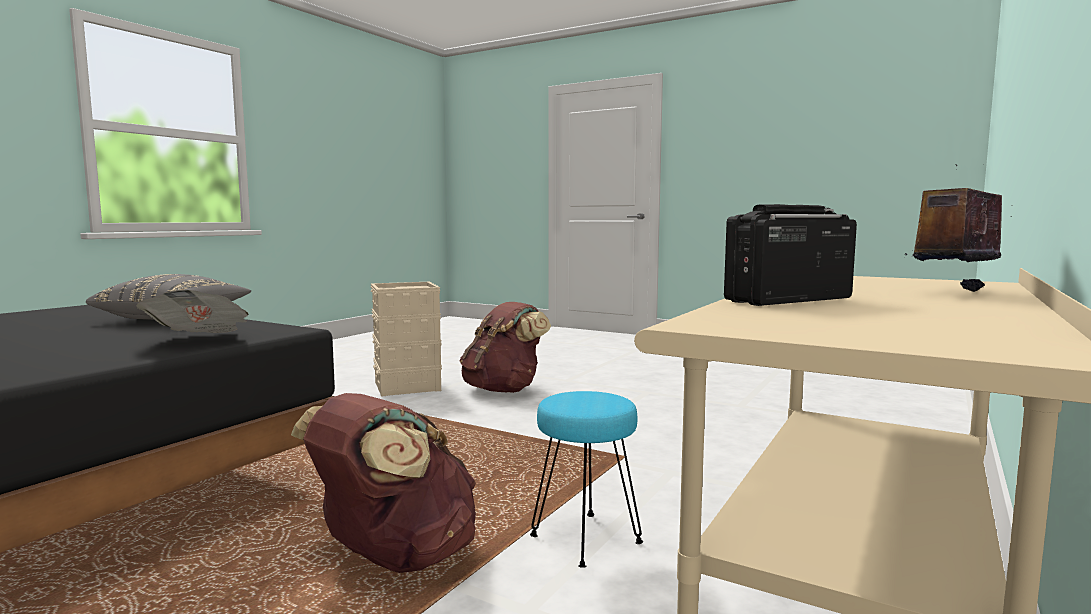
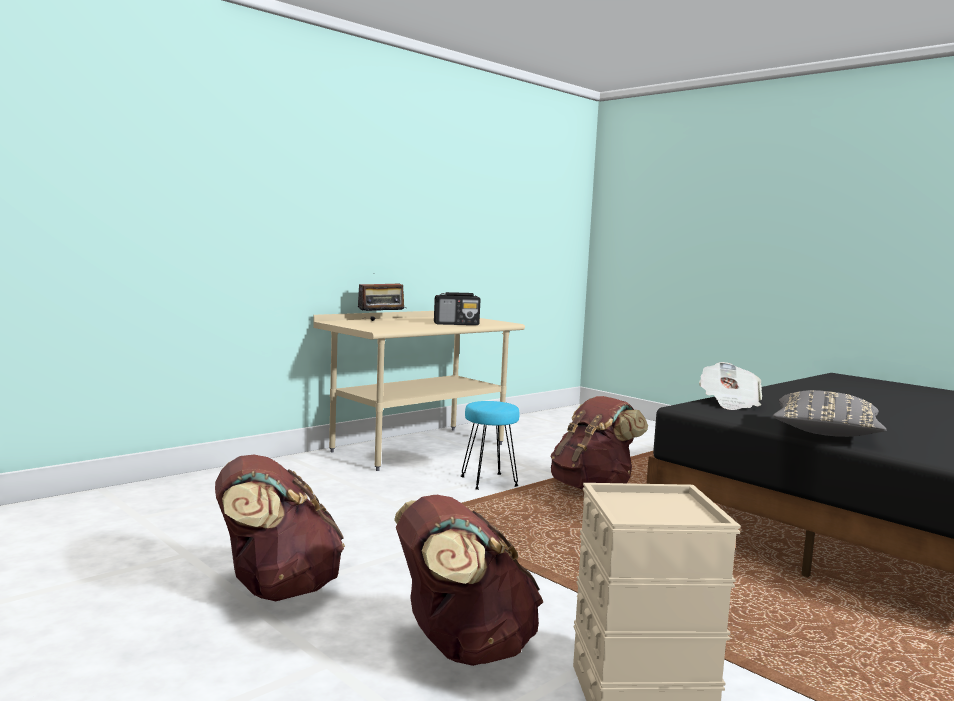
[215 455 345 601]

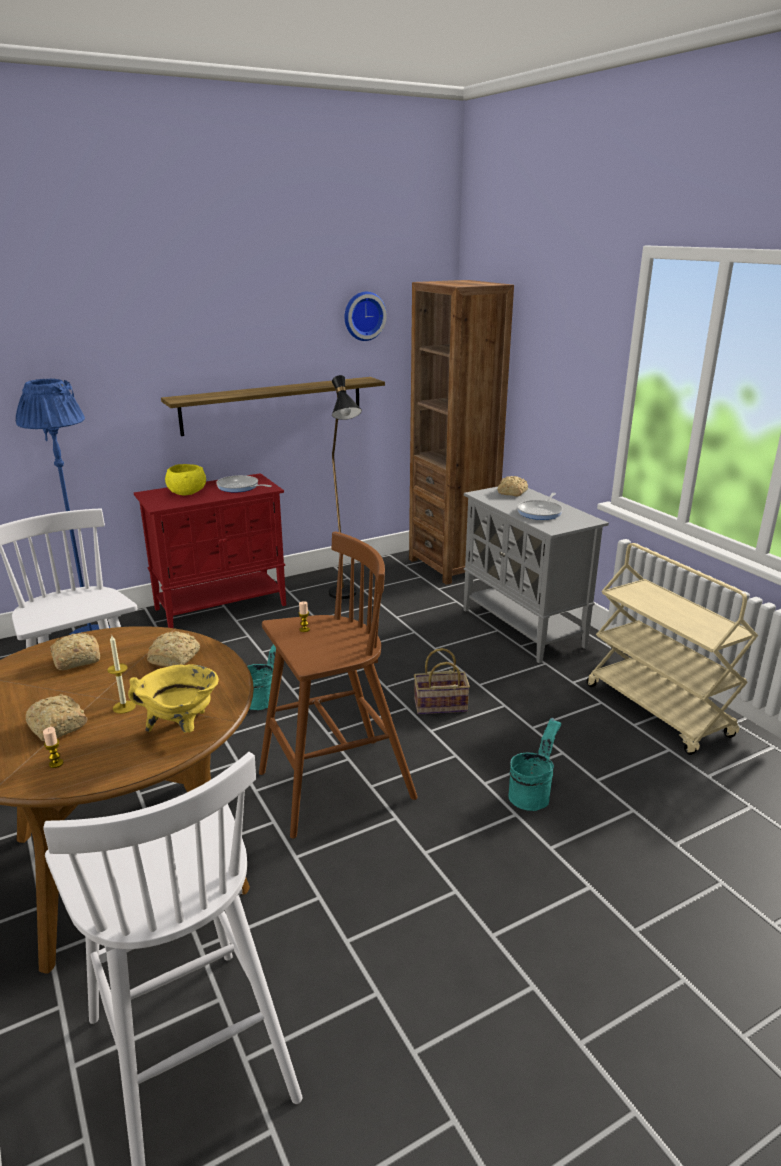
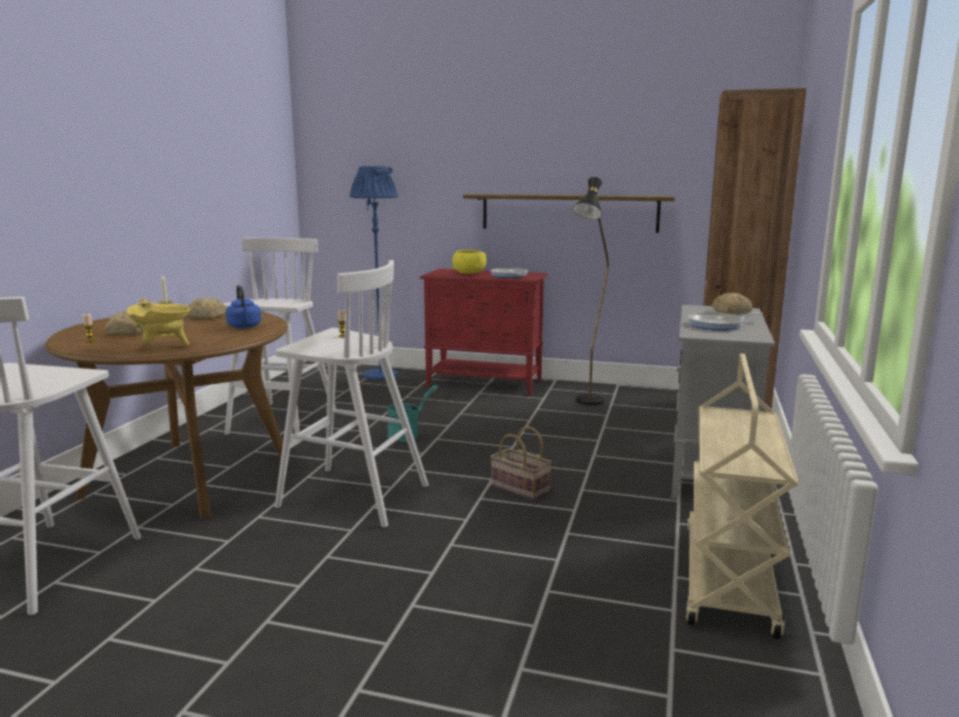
[345 292 387 341] (first image)
[275 260 429 528]
[226 285 261 328]
[508 718 561 811] (first image)

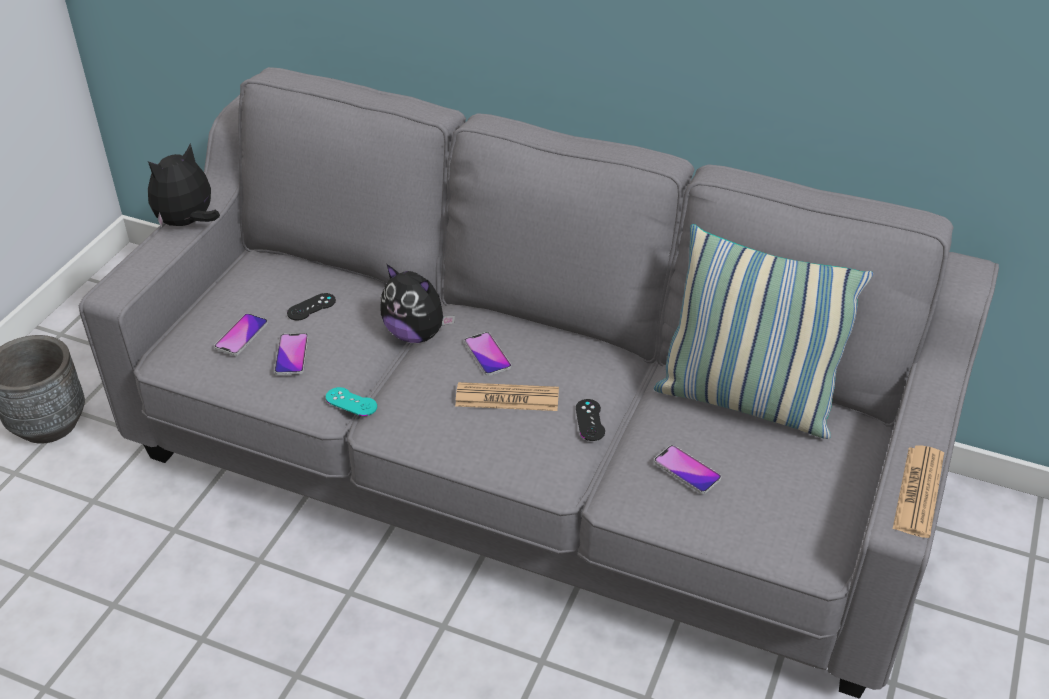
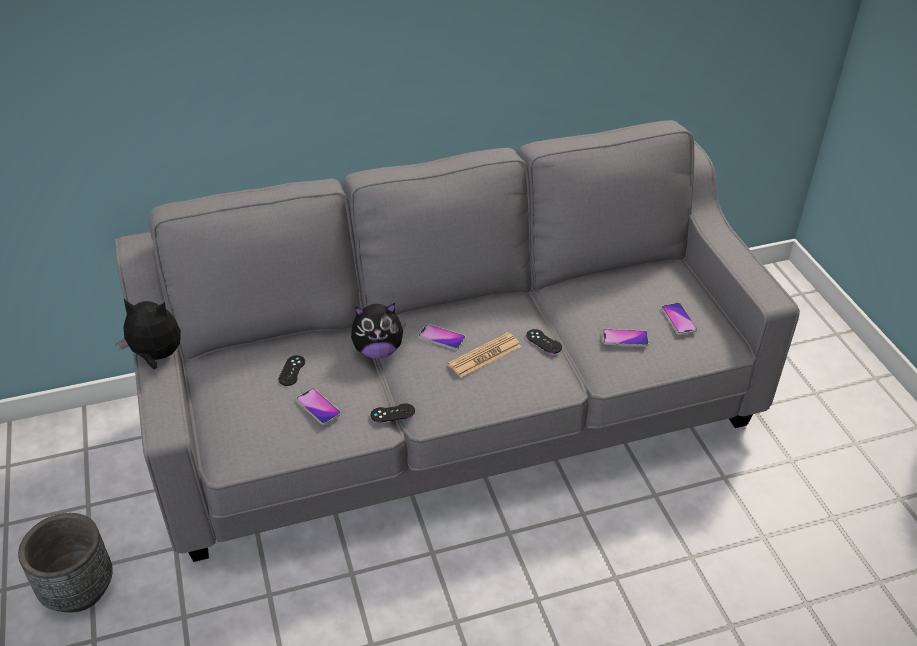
[116 299 181 369]
[654 224 873 439] (first image)
[661 303 697 335]
[371 403 415 422]
[893 445 944 538] (first image)

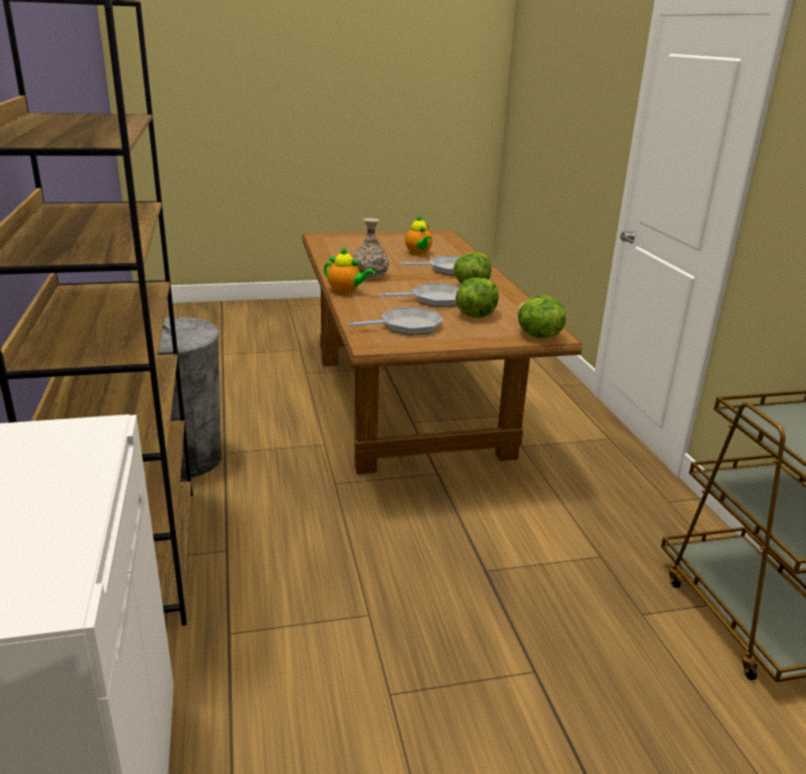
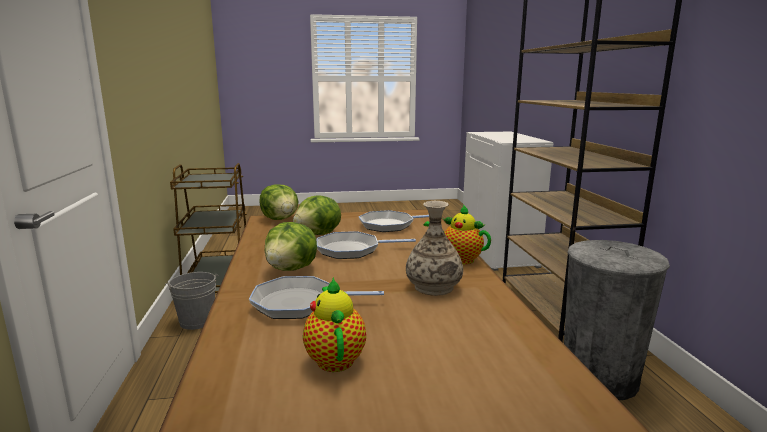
[165 272 219 330]

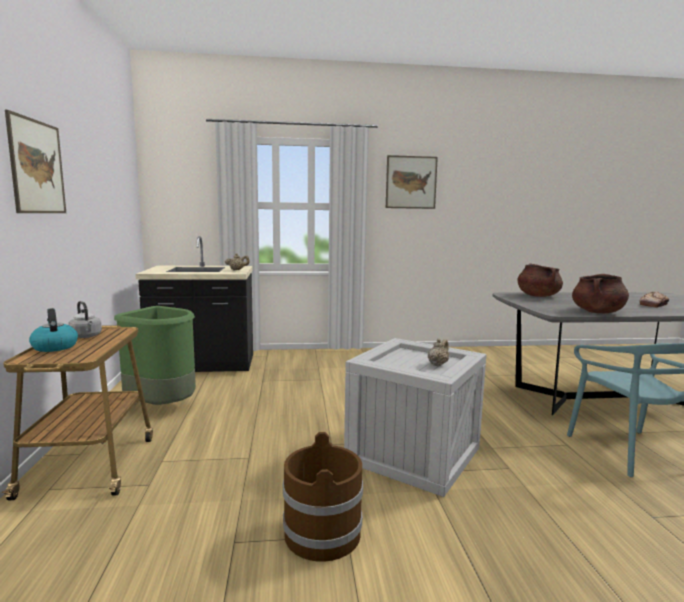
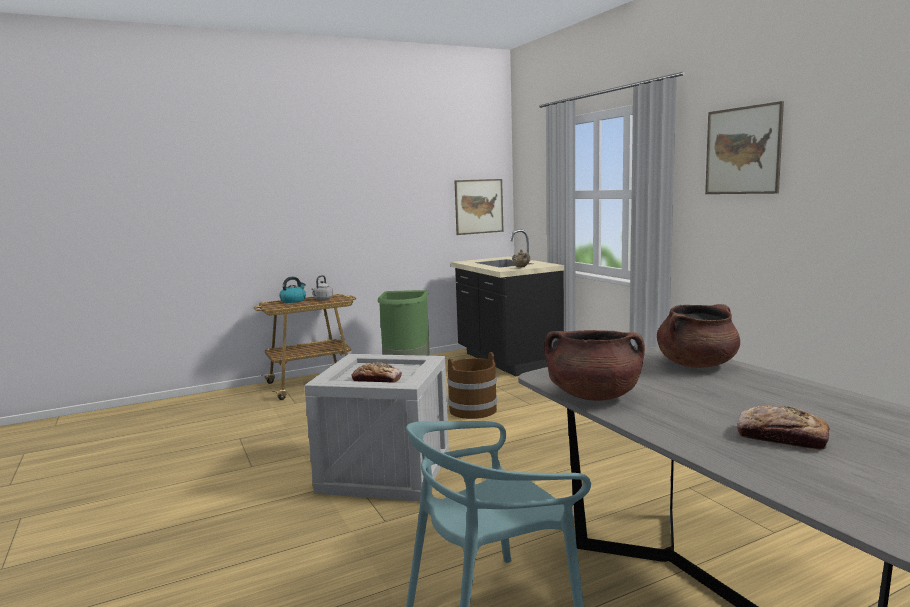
[454 179 504 235]
[351 362 402 383]
[447 352 497 419]

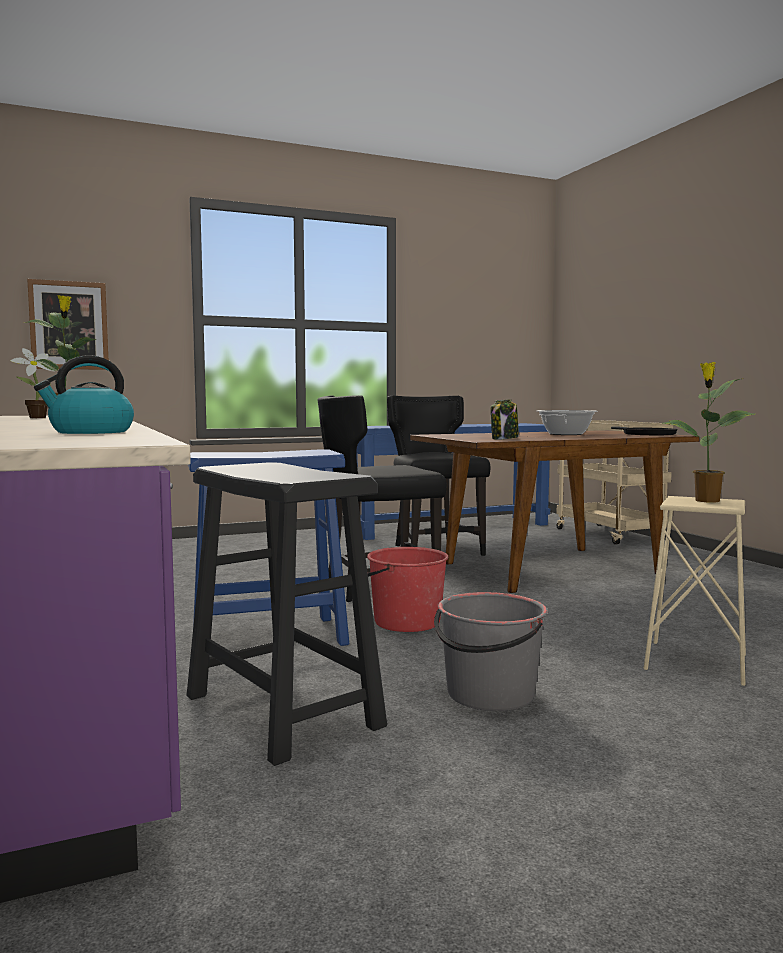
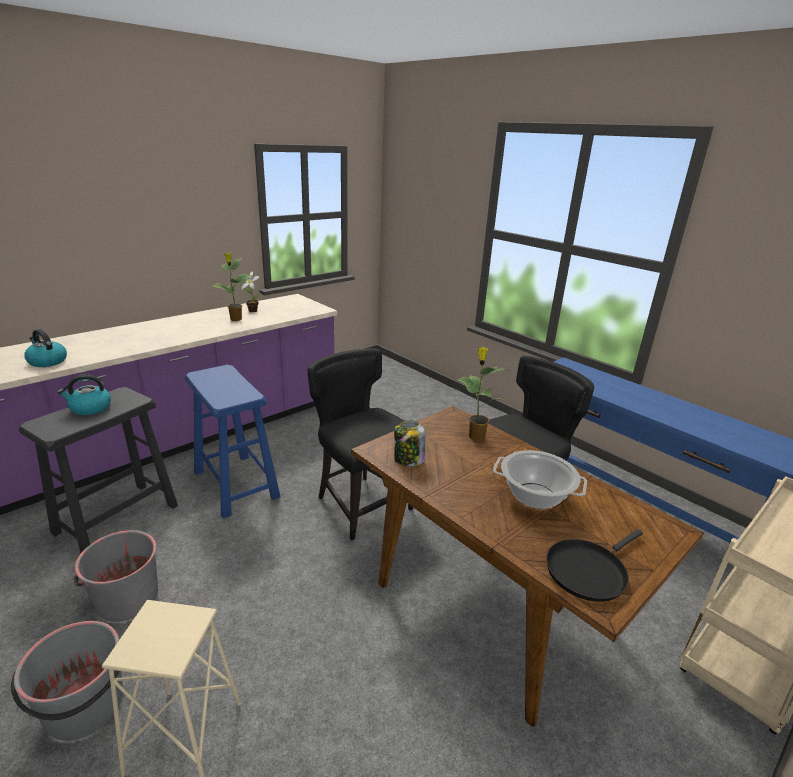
[27 279 108 370] (first image)
[457 347 509 441]
[367 547 448 632] (first image)
[58 374 111 415]
[11 621 123 741]

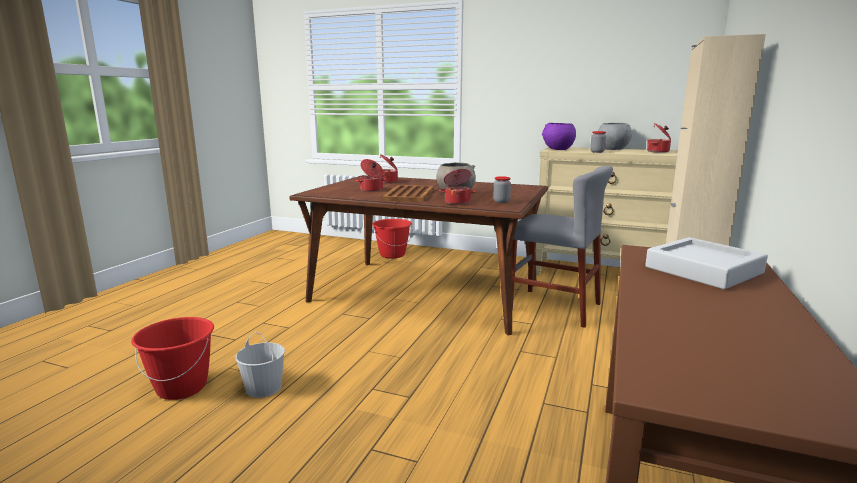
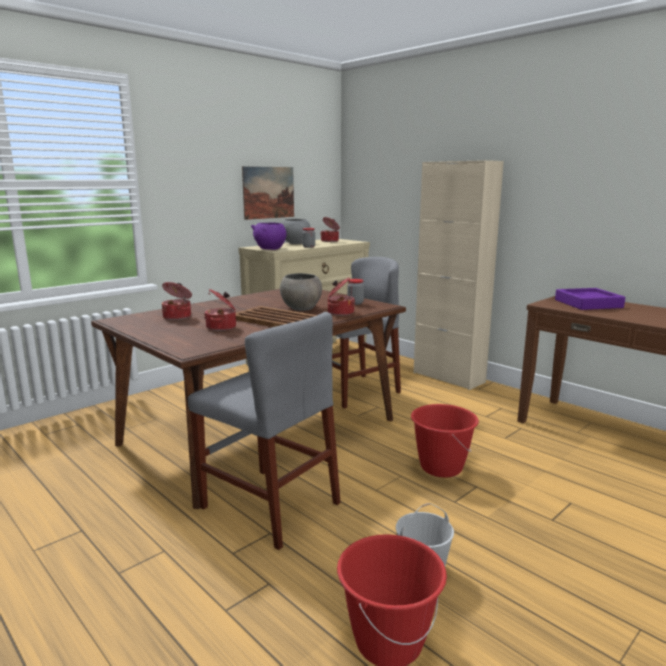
[411 404 479 478]
[555 288 625 310]
[242 166 294 220]
[188 312 341 550]

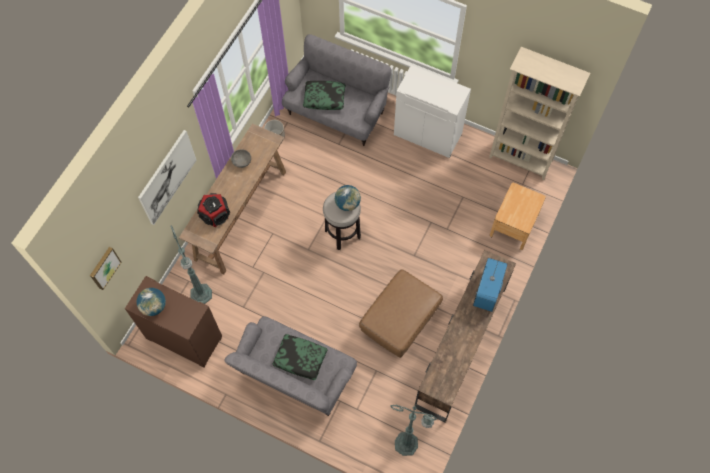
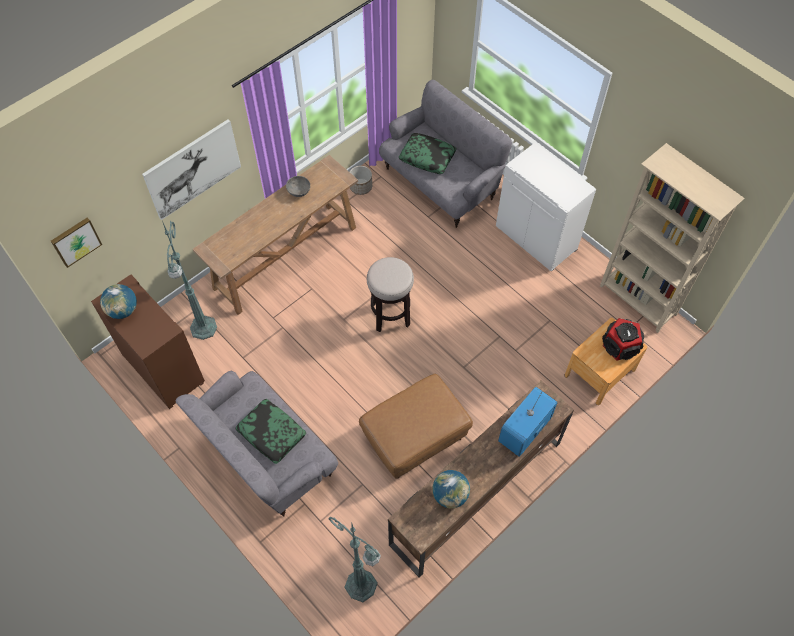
[432 470 470 508]
[602 318 644 361]

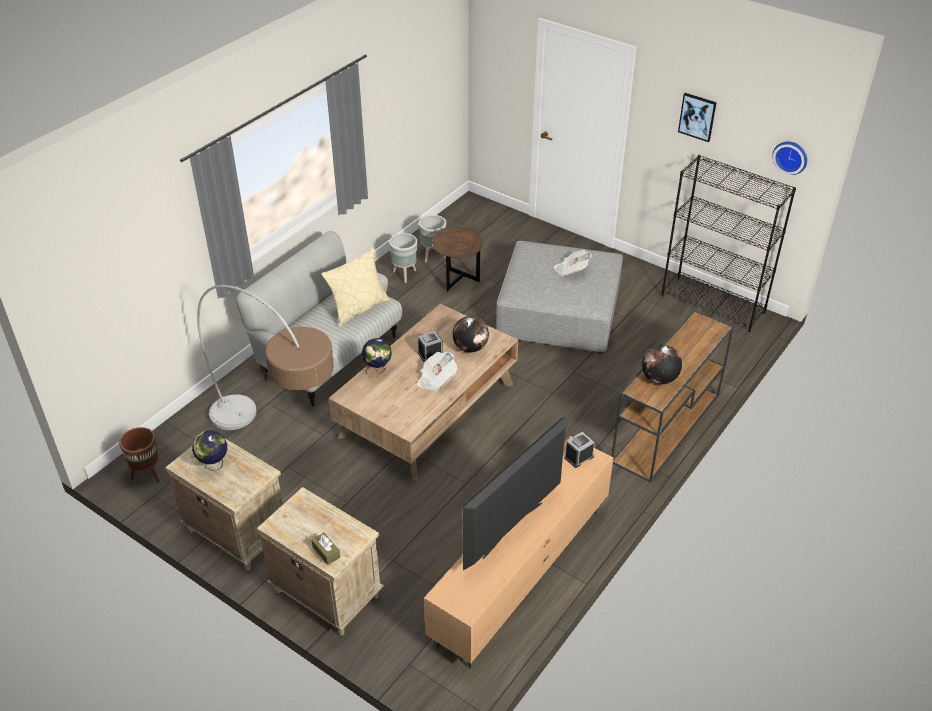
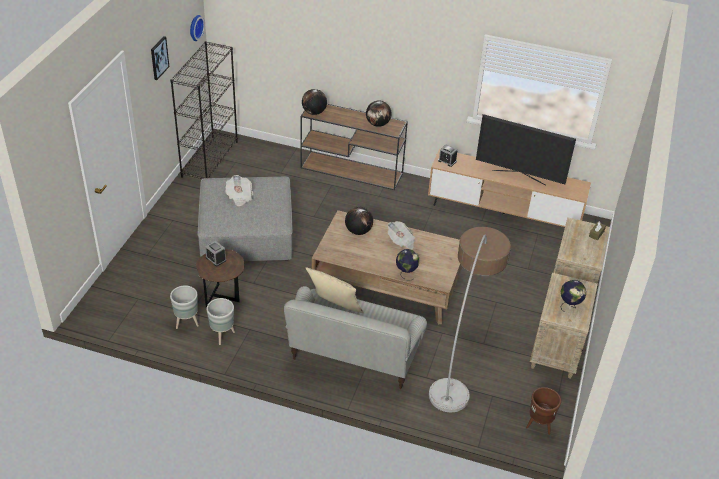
[205 241 226 267]
[302 89 327 115]

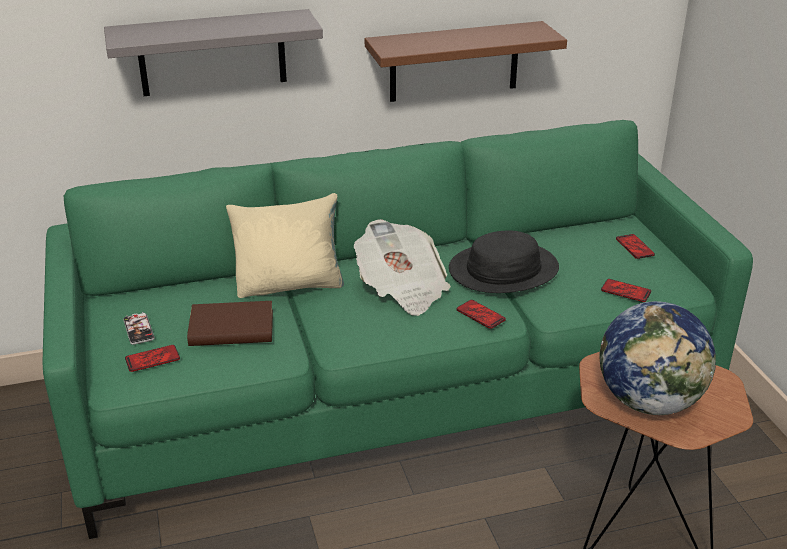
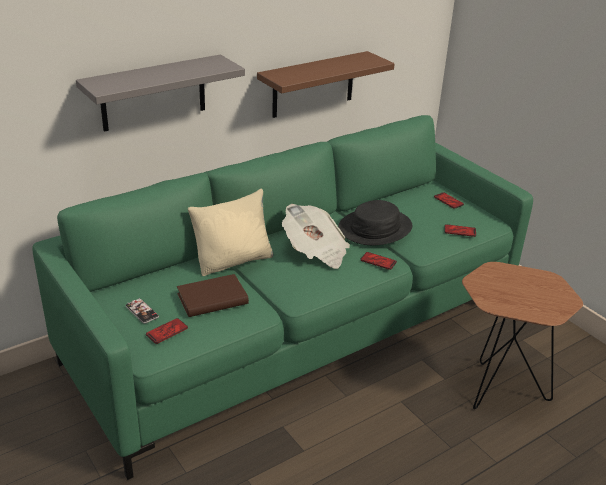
[599 301 716 415] (first image)

